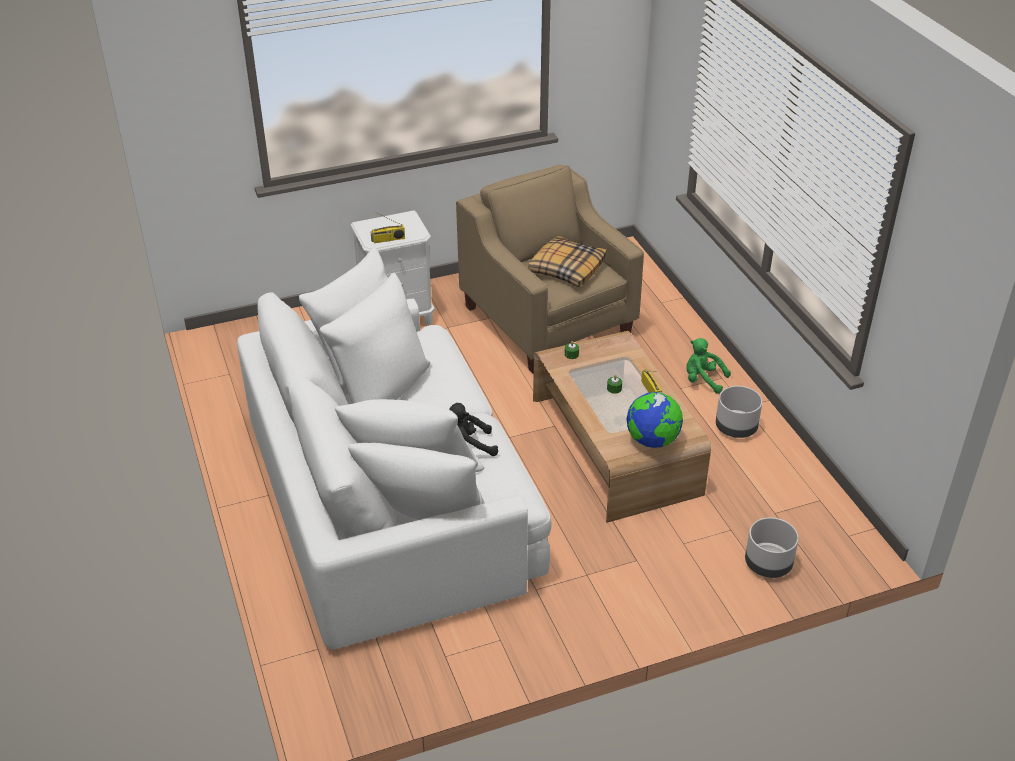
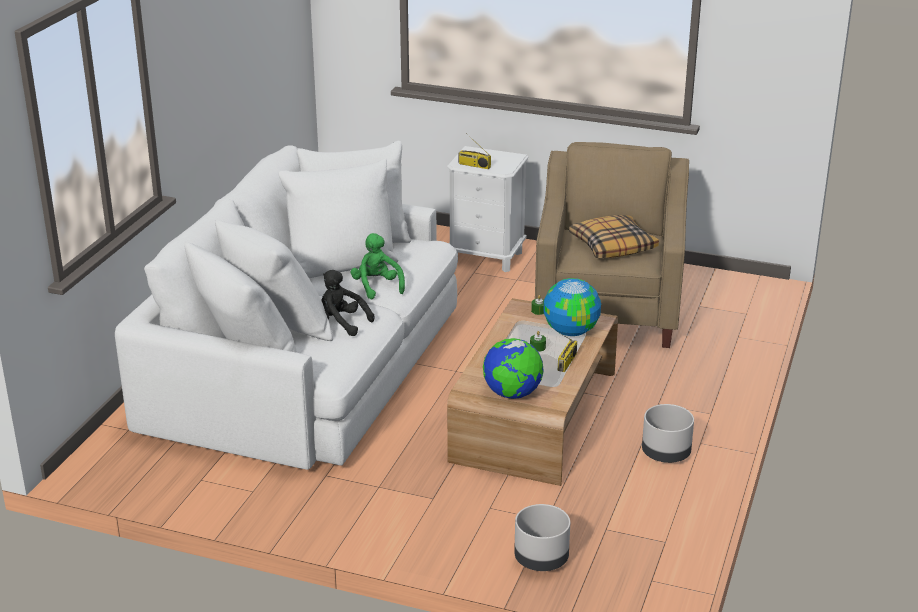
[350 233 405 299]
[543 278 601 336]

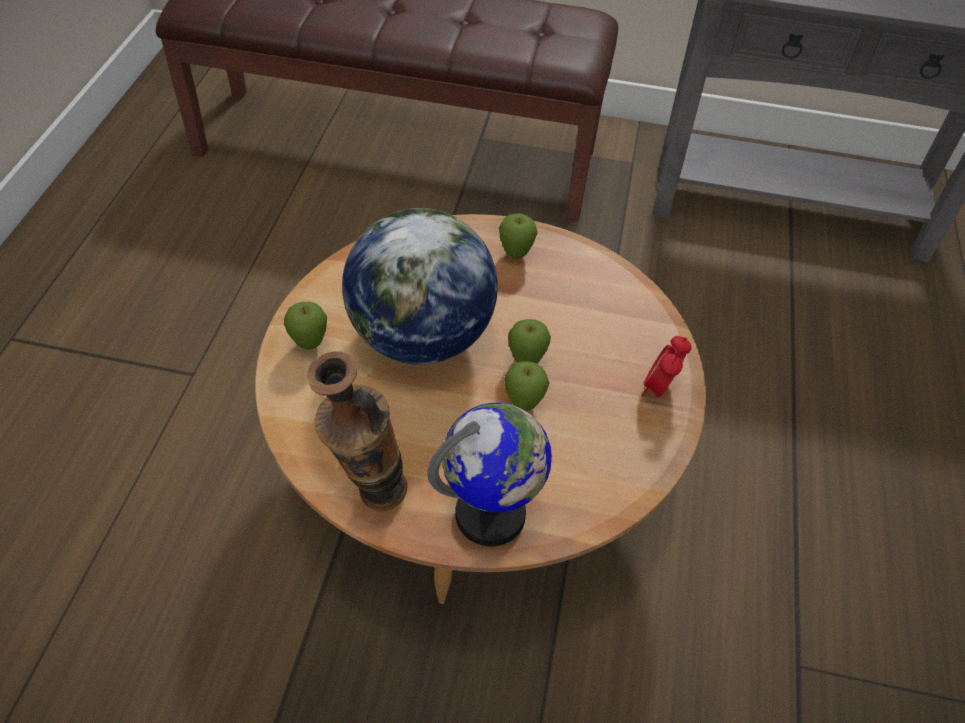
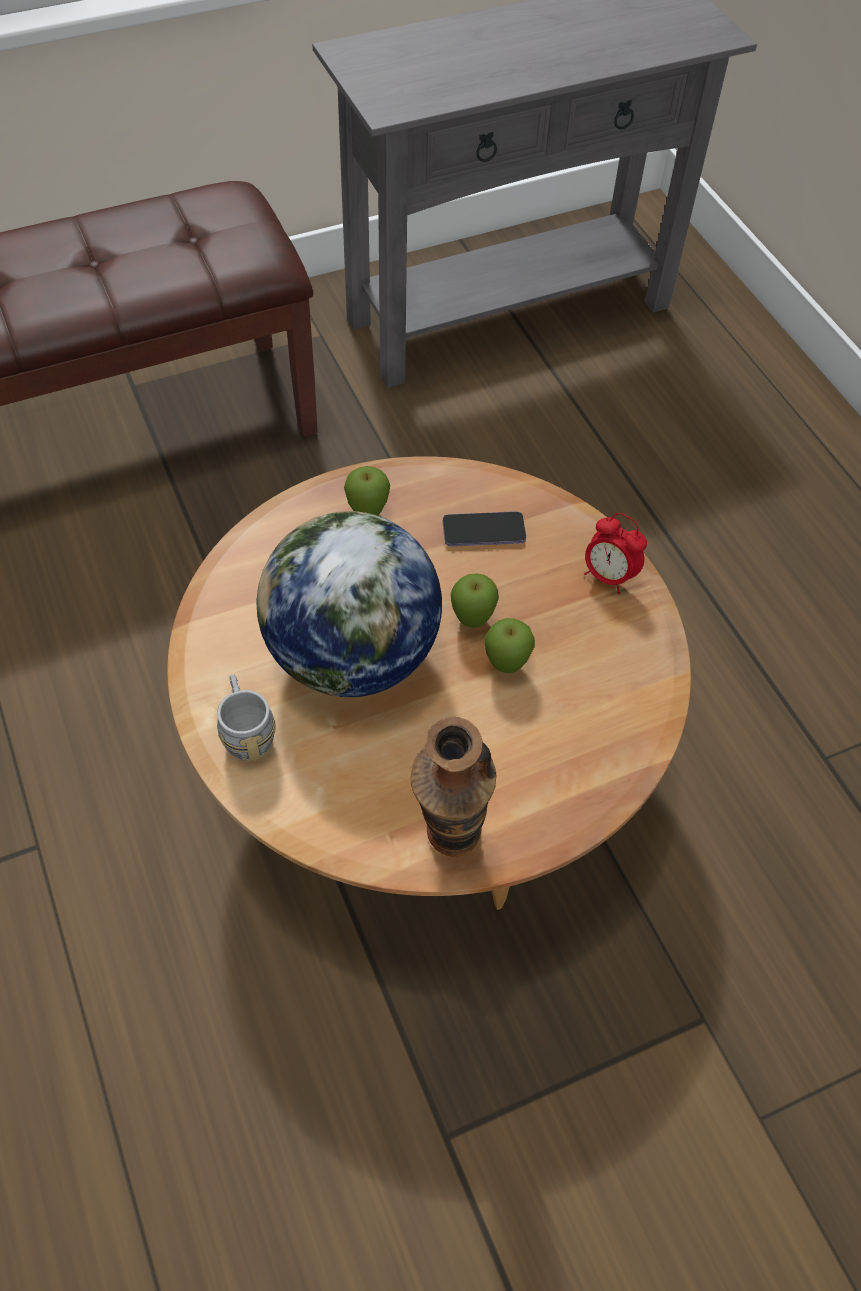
[217 674 276 761]
[584 513 647 594]
[427 403 552 546] (first image)
[443 511 526 547]

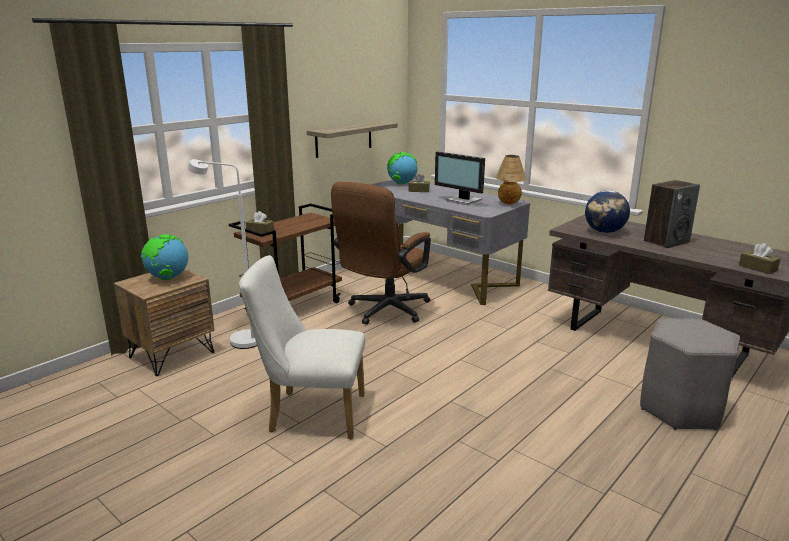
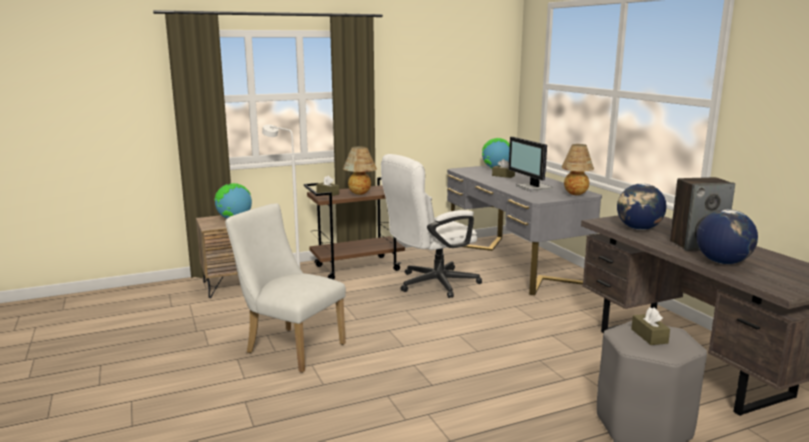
[307 121 398 158] (first image)
[381 154 482 298]
[631 307 670 345]
[343 146 377 195]
[696 209 758 264]

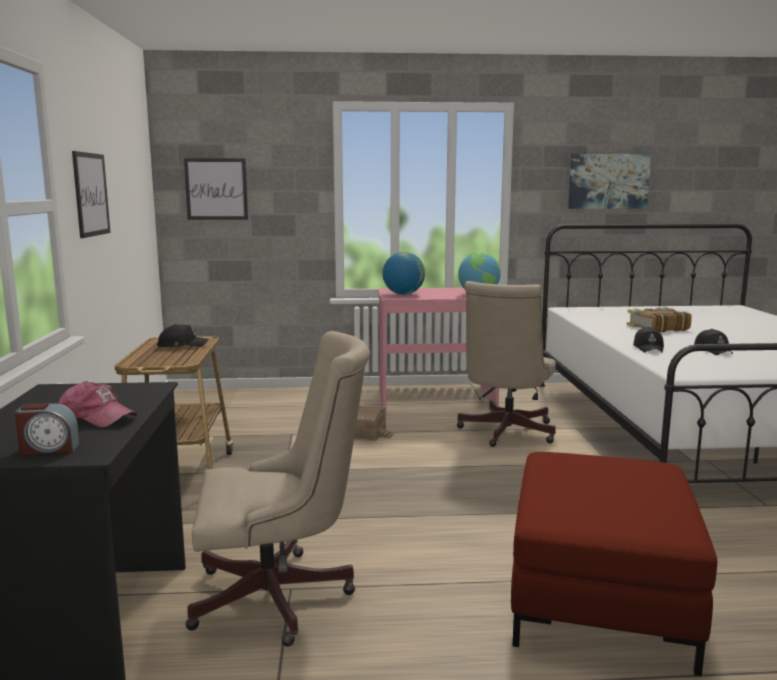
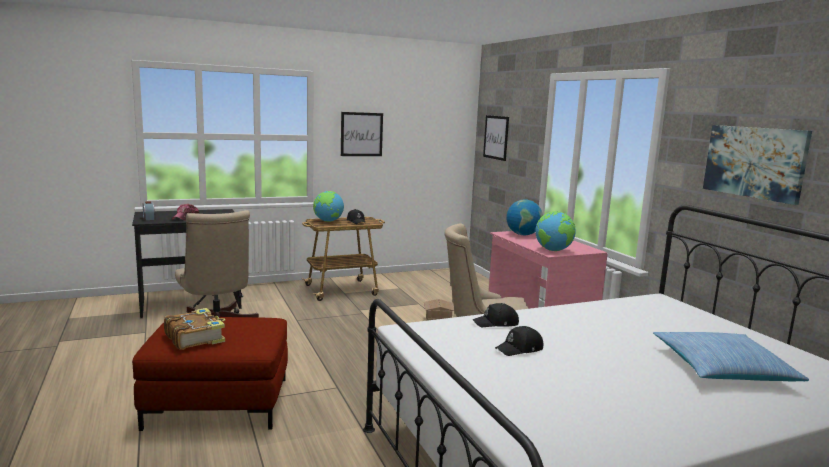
[164 308 225 350]
[313 191 344 222]
[653 332 809 381]

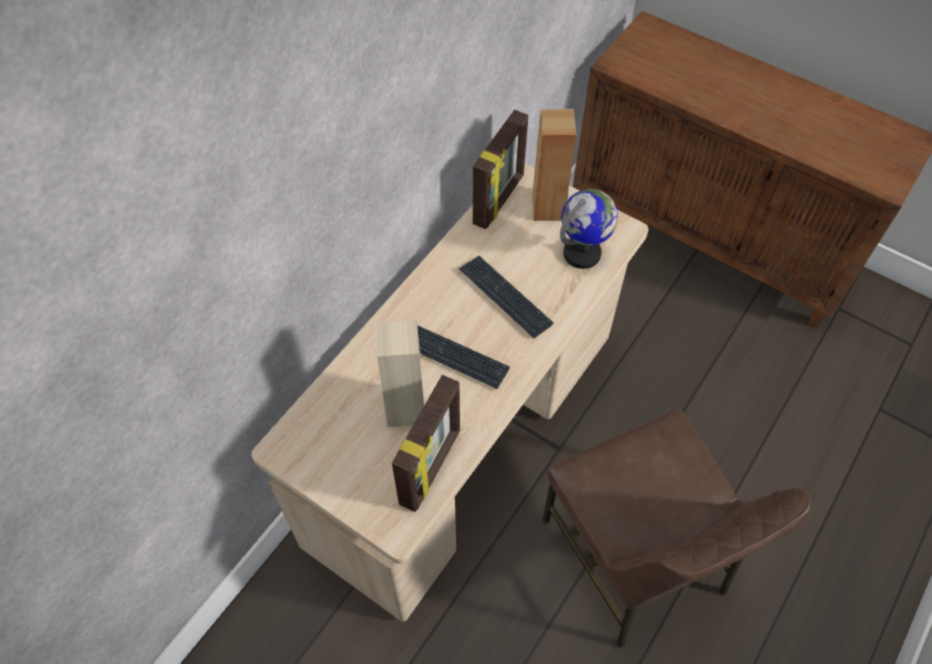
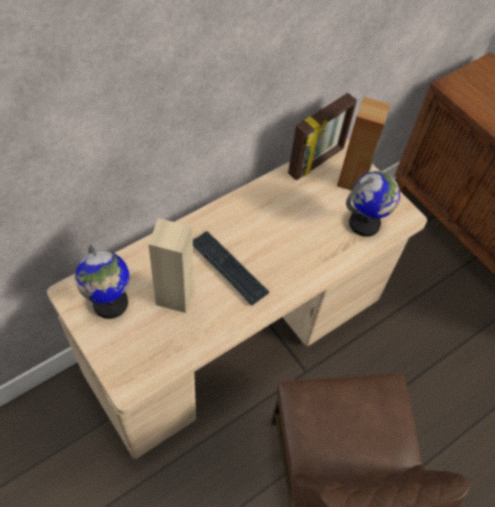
[459 256 553 338] (first image)
[392 375 460 512] (first image)
[75 245 129 319]

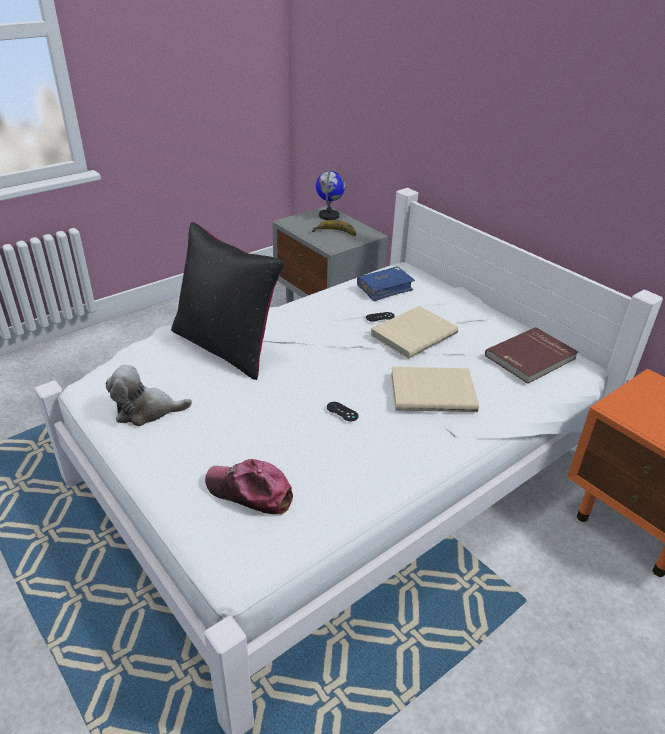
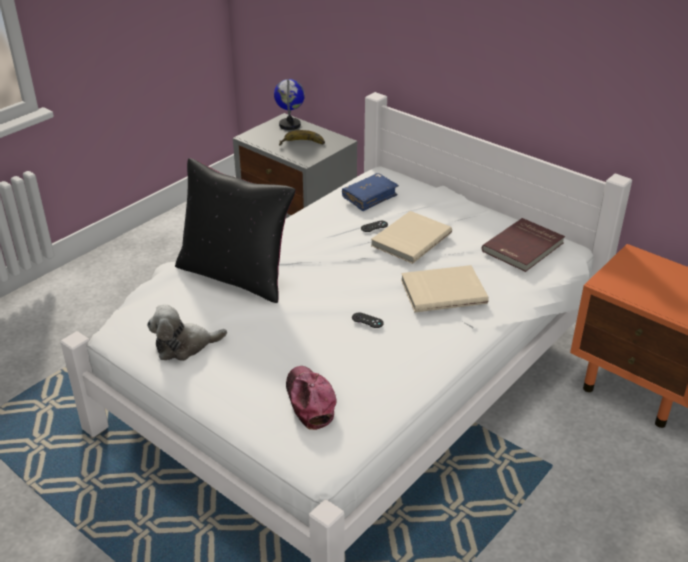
[286 366 336 430]

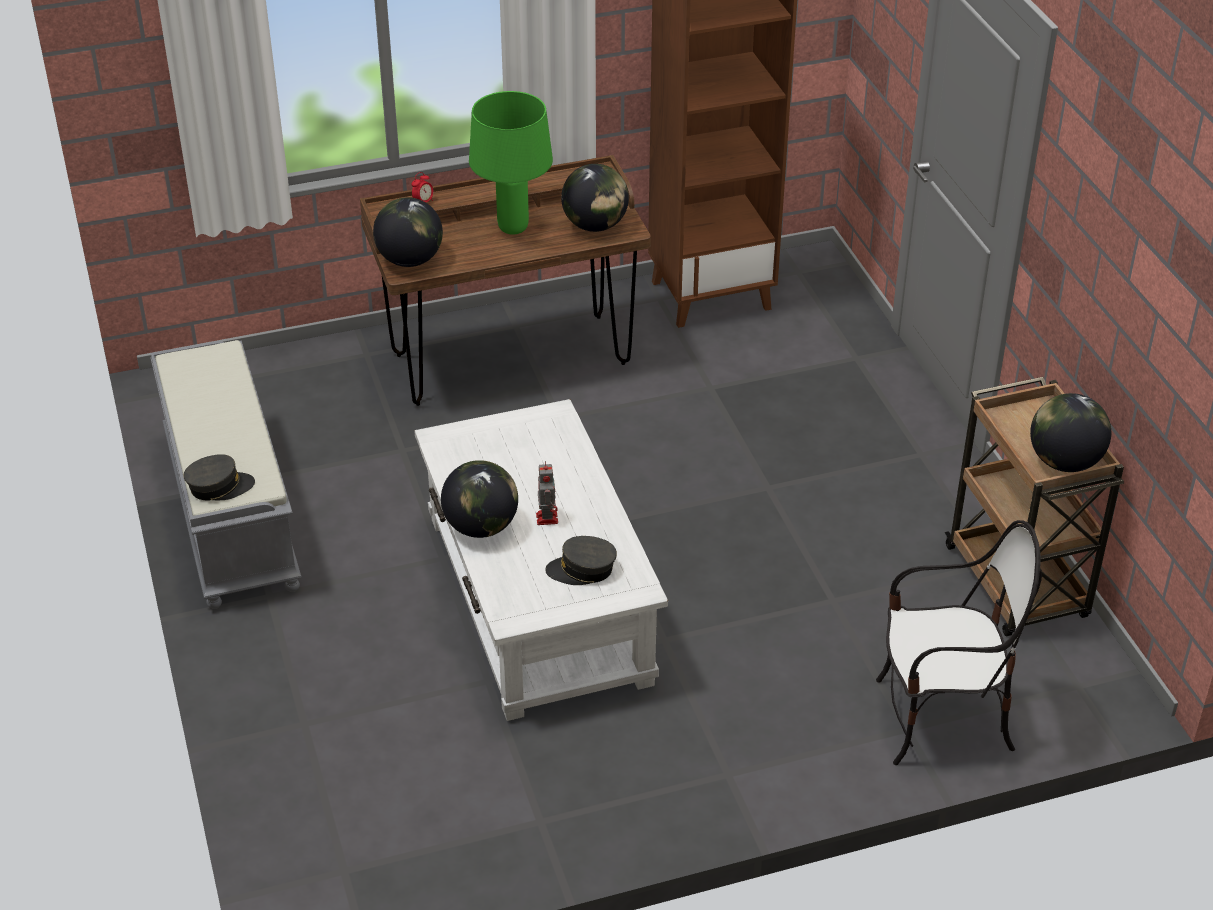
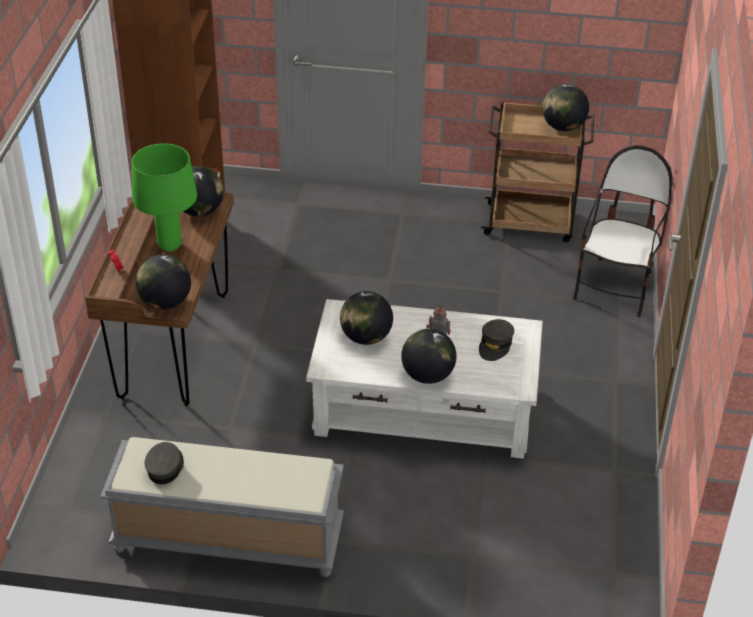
[145 442 184 484]
[340 291 393 345]

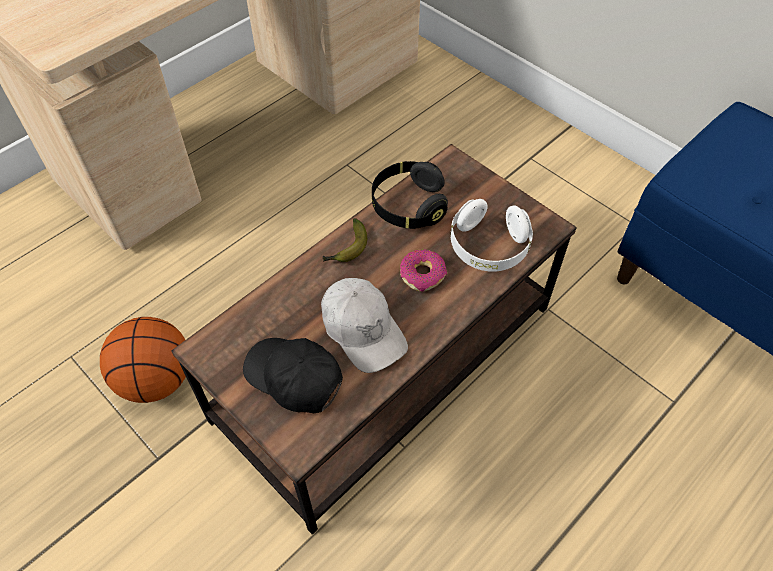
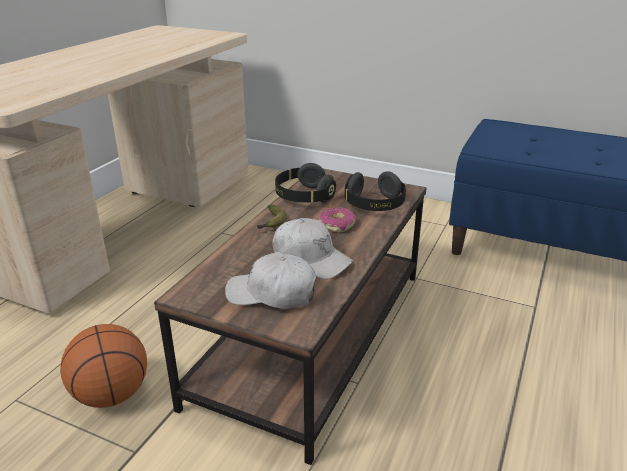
[345 171 406 211]
[225 252 317 309]

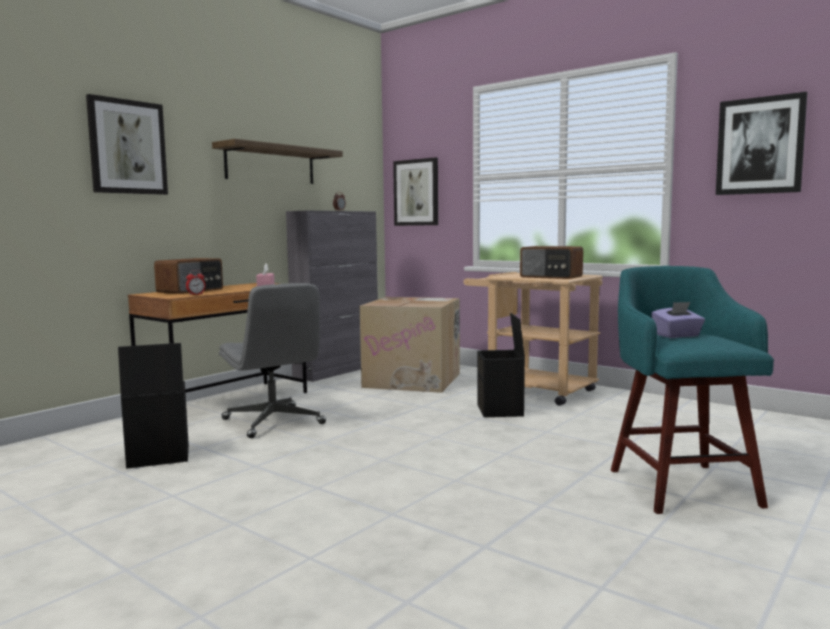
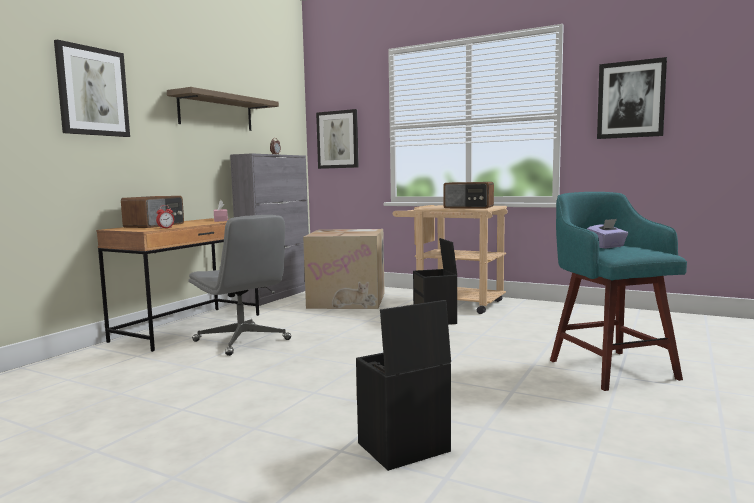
[356 300 451 471]

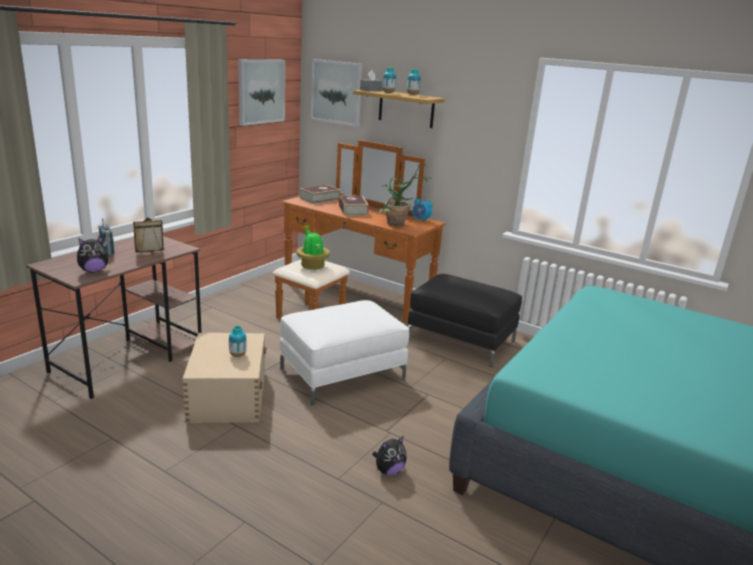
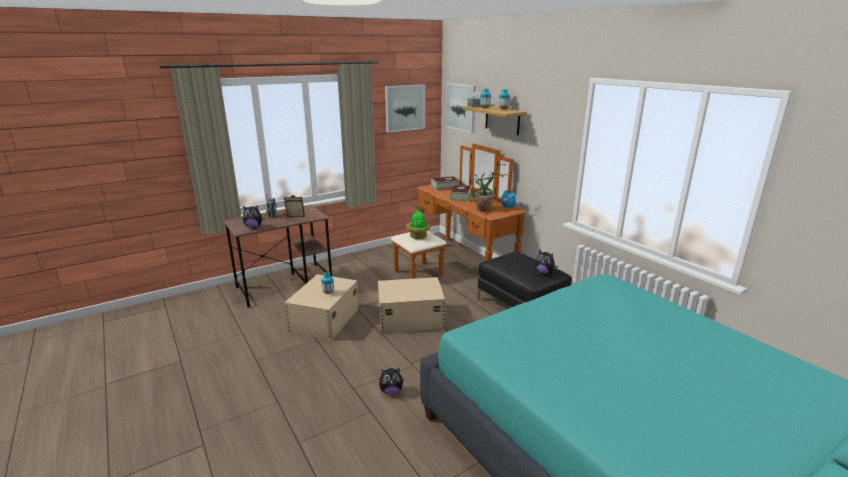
[378 277 445 333]
[535 250 558 274]

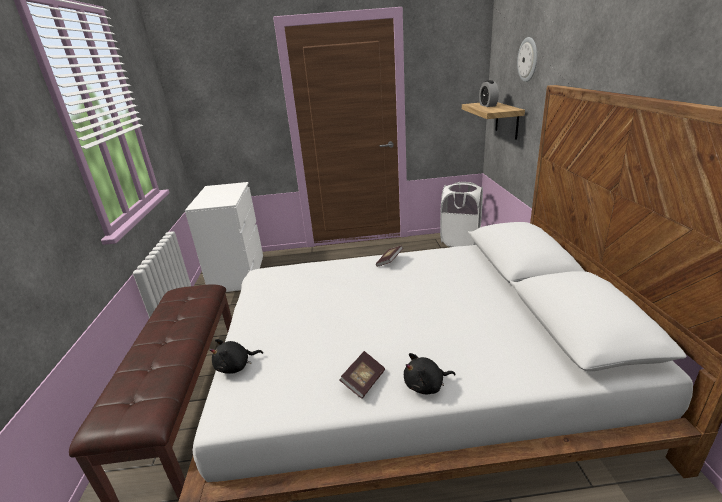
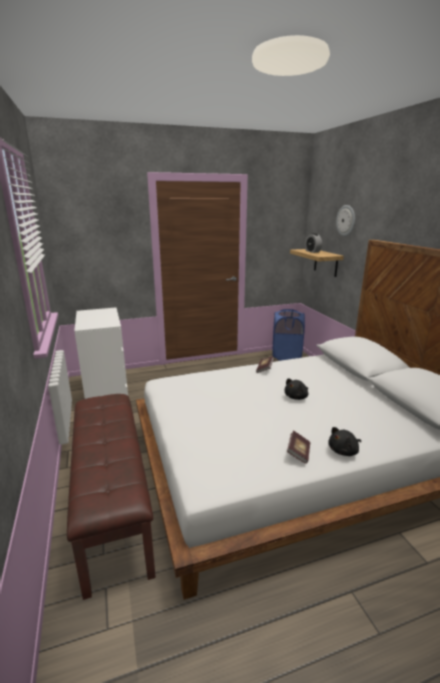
[273 309 305 361]
[285 378 308 400]

